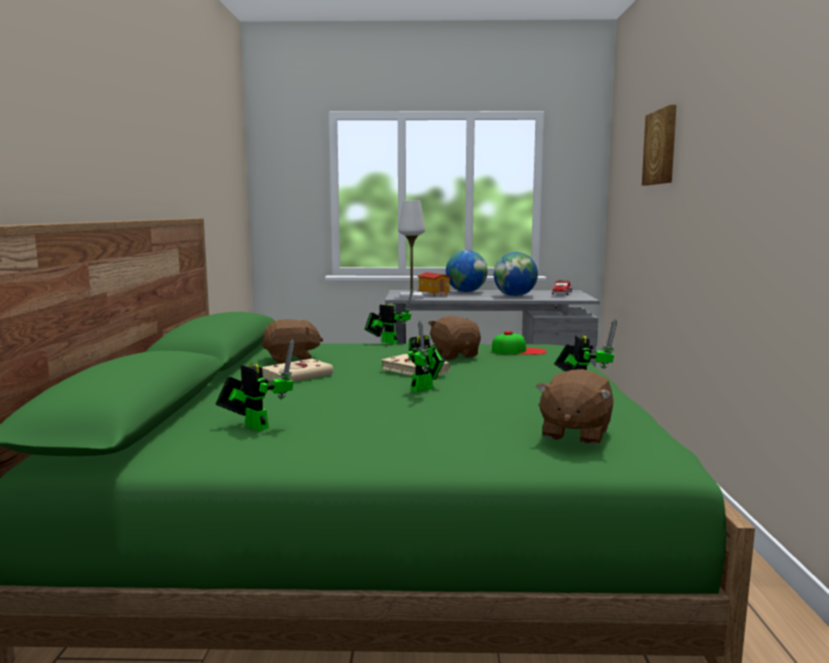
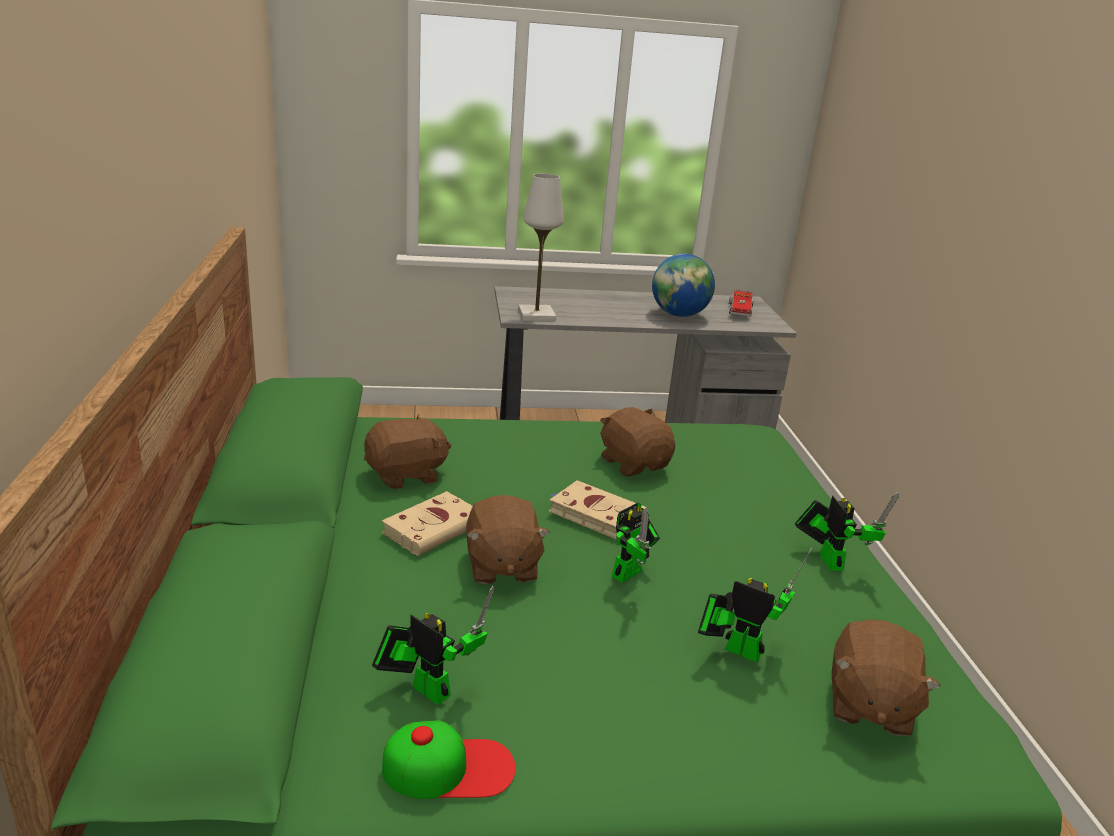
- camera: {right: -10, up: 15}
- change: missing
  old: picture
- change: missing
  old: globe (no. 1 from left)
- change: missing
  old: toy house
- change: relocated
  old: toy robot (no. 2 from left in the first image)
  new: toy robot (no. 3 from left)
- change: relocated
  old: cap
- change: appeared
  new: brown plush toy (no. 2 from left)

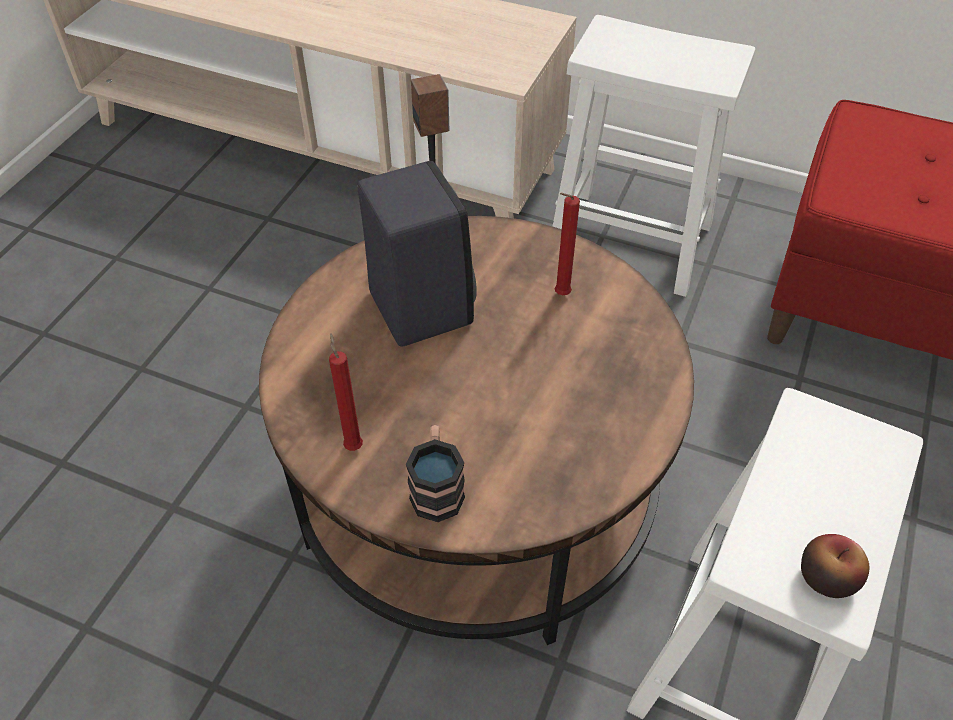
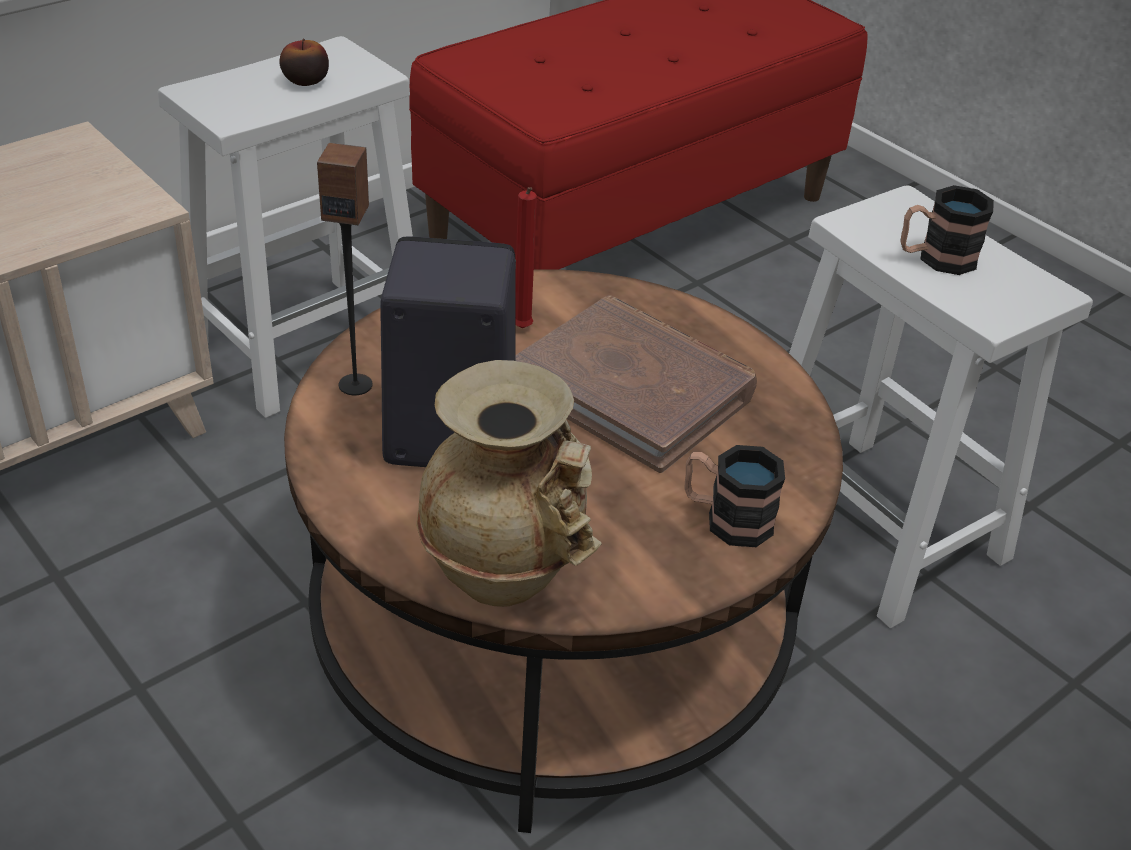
- camera: {right: -65, up: -10}
- change: missing
  old: red candle (no. 1 from left)
- change: relocated
  old: apple
- change: appeared
  new: mug (no. 2 from left)
- change: appeared
  new: brown book
- change: appeared
  new: beige vase

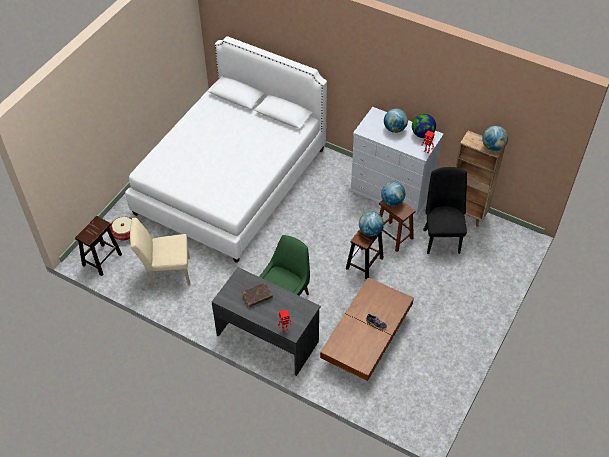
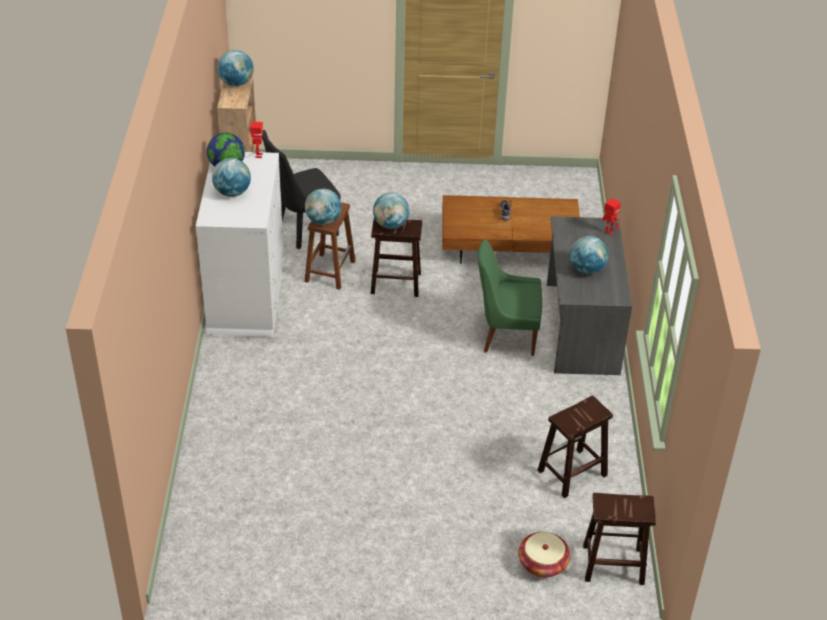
- camera: {right: -120, up: -10}
- change: missing
  old: white bed
- change: exchanged
  old: beige chair
  new: brown stool (no. 3 from left)
- change: exchanged
  old: brown book
  new: globe (no. 6 from left)

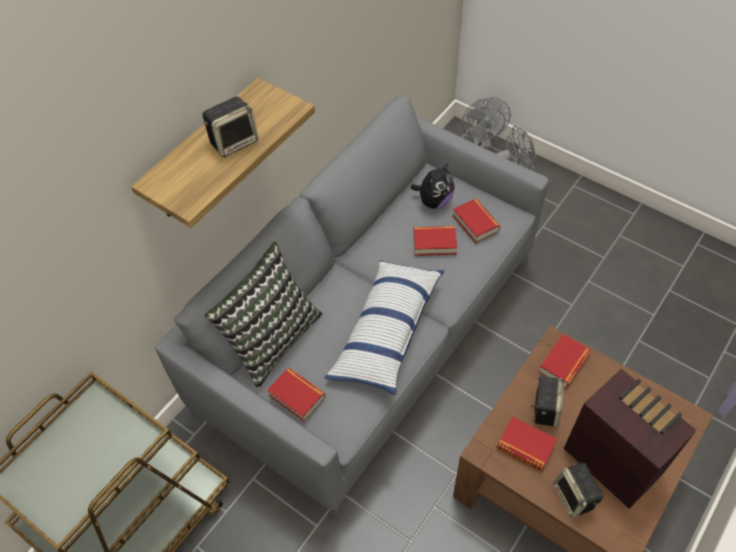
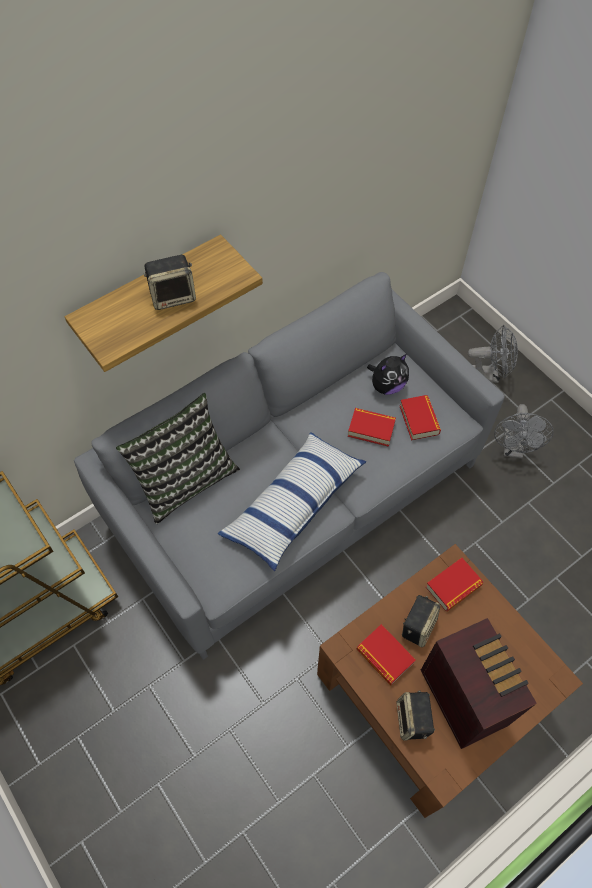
- camera: {right: 15, up: 5}
- change: relocated
  old: grey fan (no. 1 from left in the first image)
  new: grey fan (no. 2 from left)
- change: missing
  old: book (no. 1 from left)

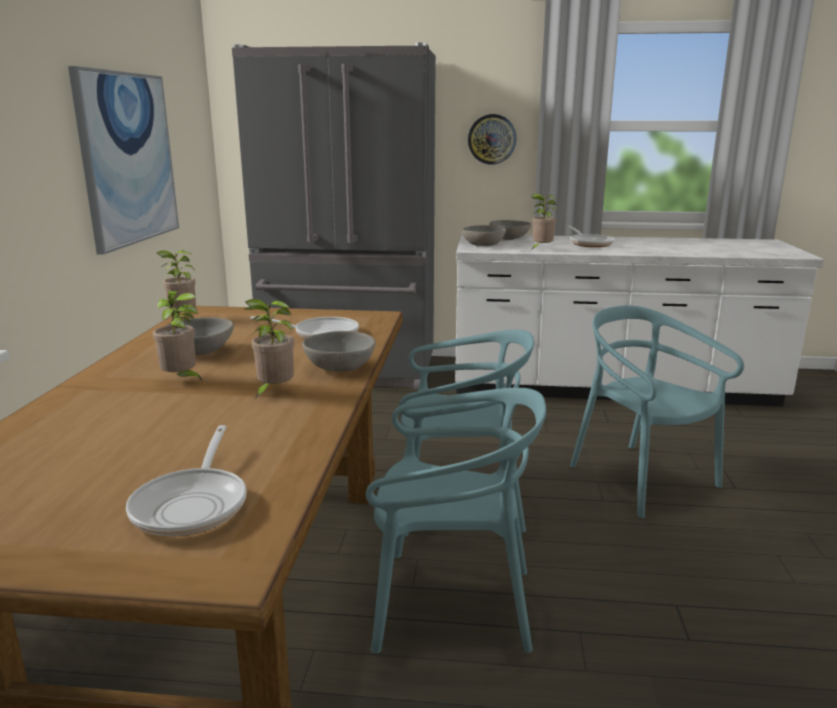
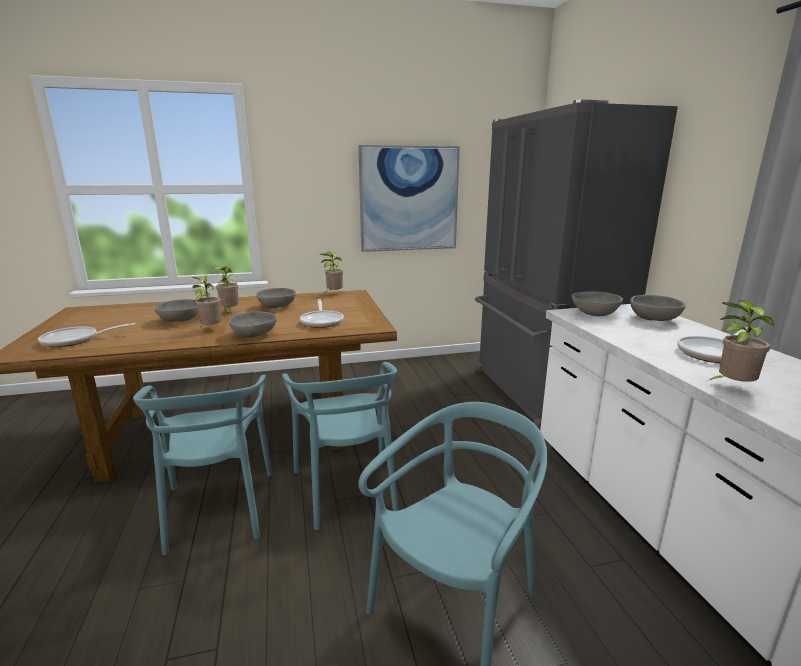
- camera: {right: 70, up: 0}
- change: missing
  old: wall clock
- change: relocated
  old: potted plant (no. 4 from left)
- change: appeared
  new: grey bowl (no. 1 from left)

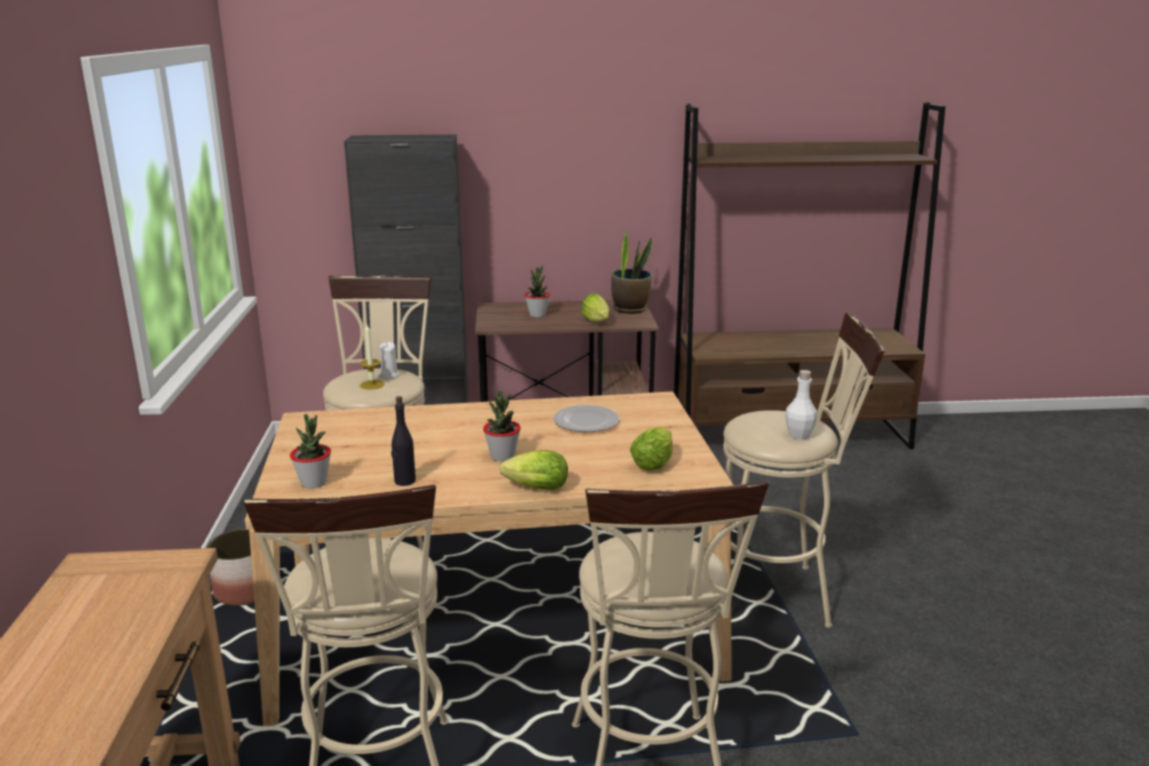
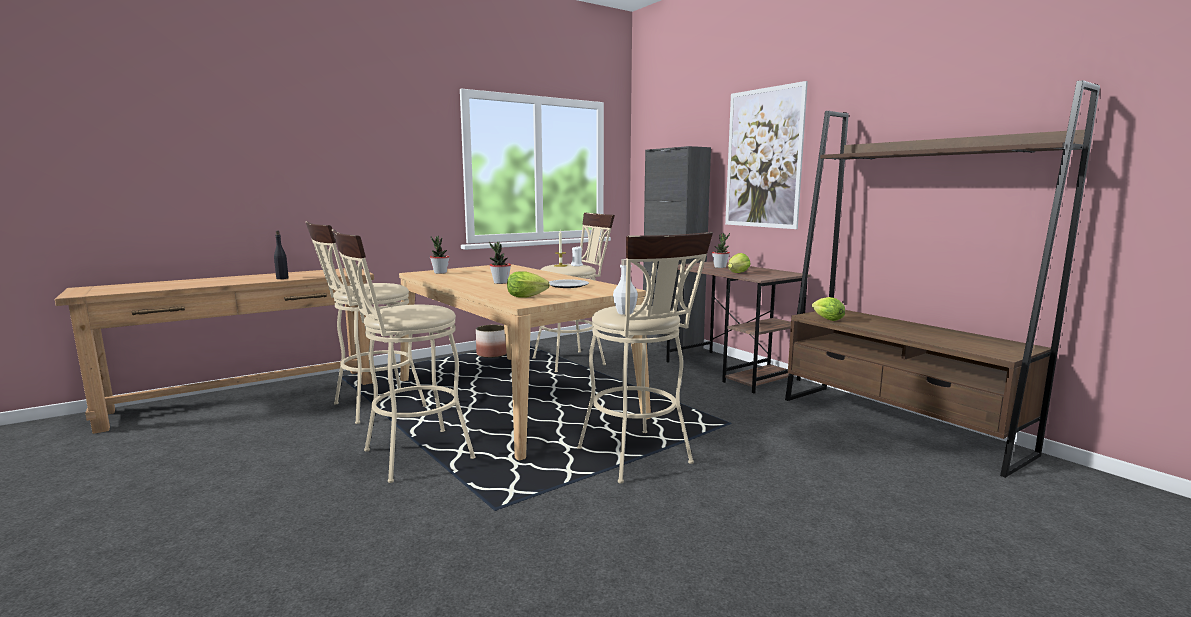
- camera: {right: 60, up: -10}
- change: missing
  old: potted plant (no. 4 from left)
- change: relocated
  old: black bottle
- change: relocated
  old: lettuce (no. 1 from left in the first image)
  new: lettuce (no. 3 from left)
- change: appeared
  new: picture

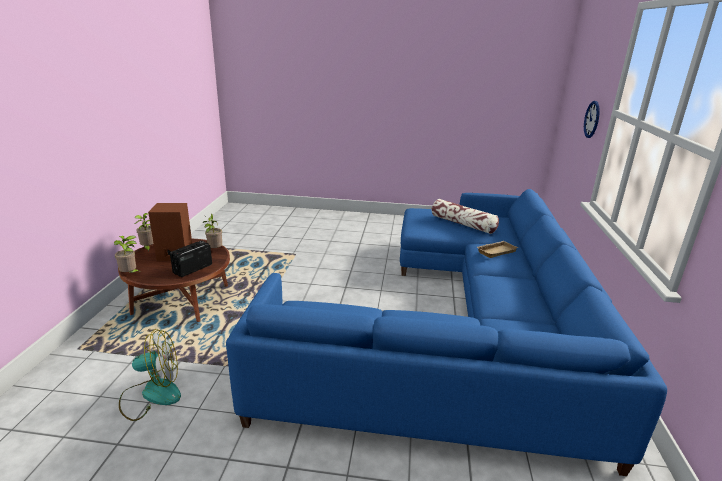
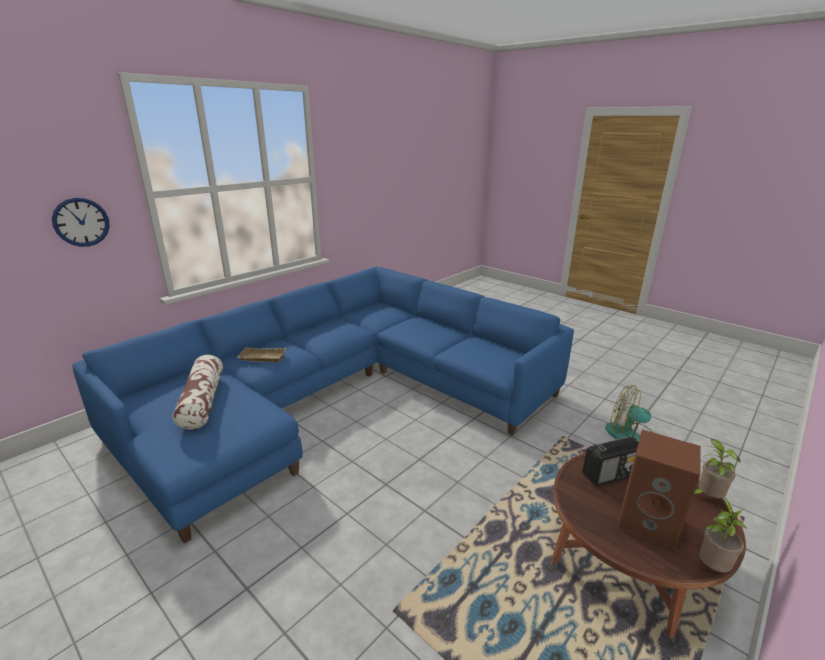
- camera: {right: -145, up: 0}
- change: missing
  old: potted plant (no. 3 from left)

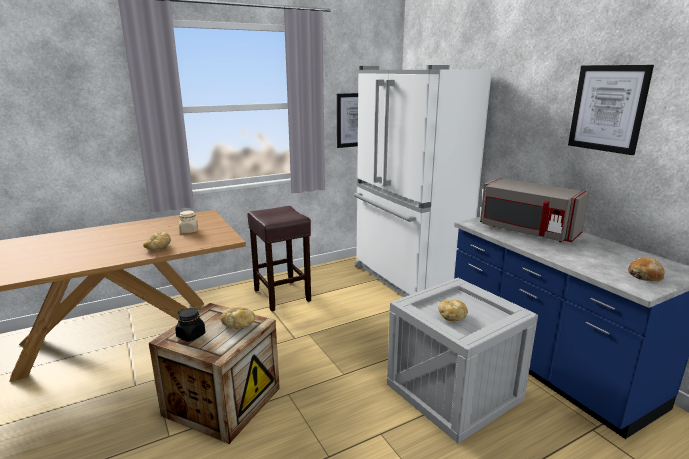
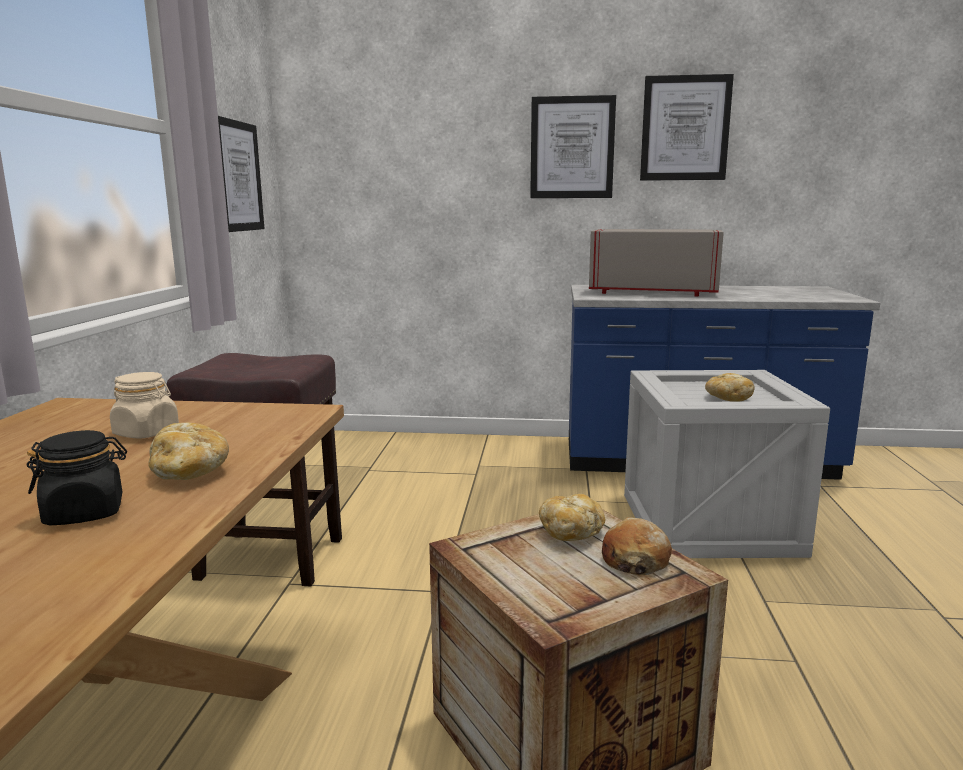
- camera: {right: -55, up: -5}
- change: missing
  old: white fridge
- change: spun
  old: grey microwave
  degrees: -150
- change: relocated
  old: bread (no. 4 from left in the first image)
  new: bread (no. 3 from left)
- change: relocated
  old: black jar
- change: appeared
  new: picture (no. 2 from left)

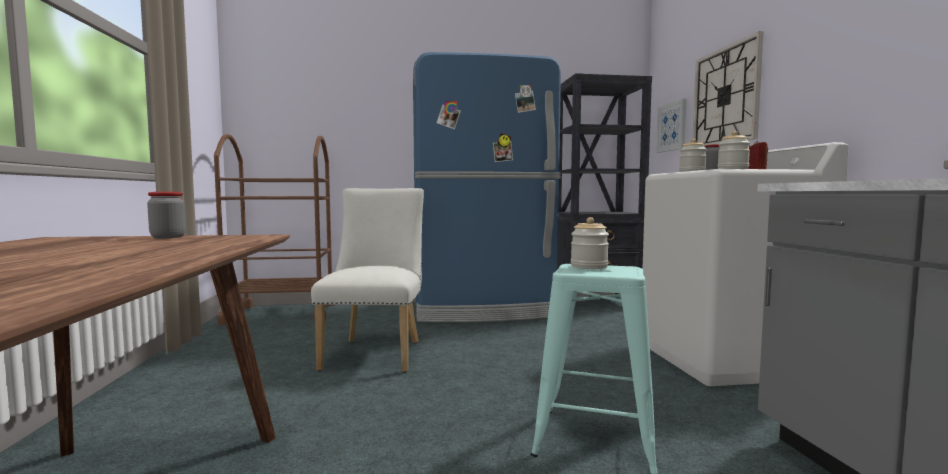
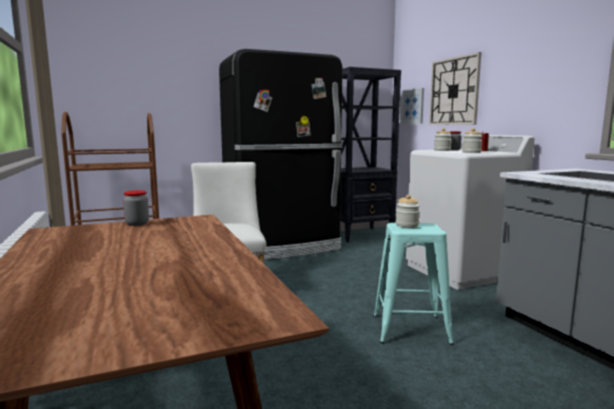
- camera: {right: -15, up: 5}
- change: colour
  old: blue fridge
  new: black fridge

